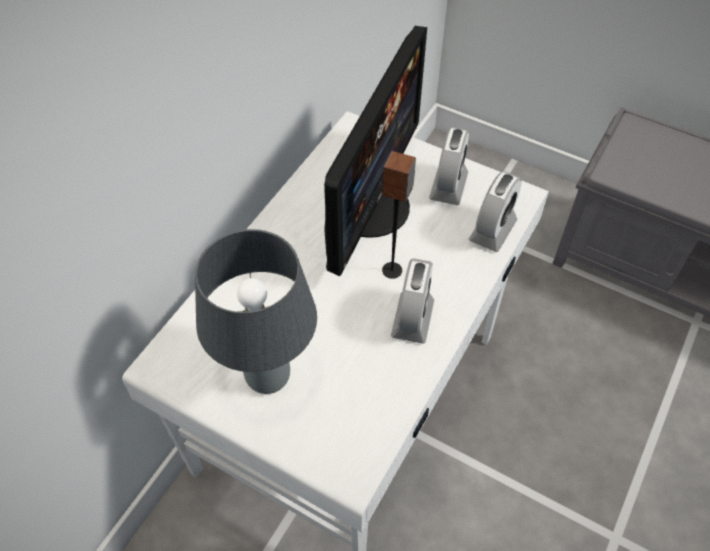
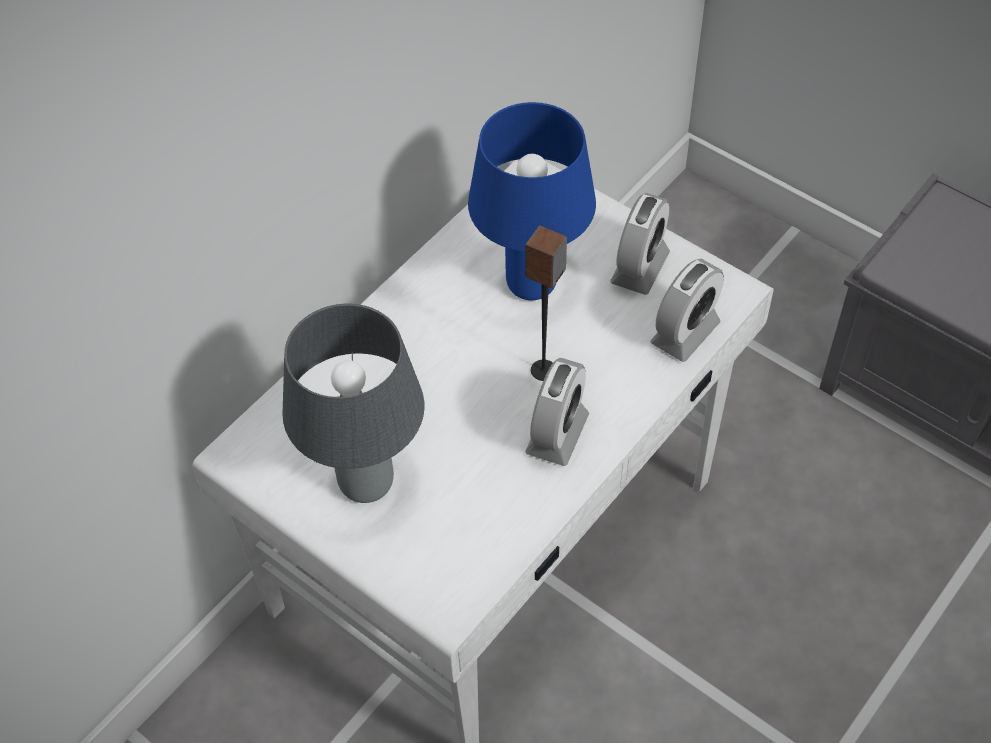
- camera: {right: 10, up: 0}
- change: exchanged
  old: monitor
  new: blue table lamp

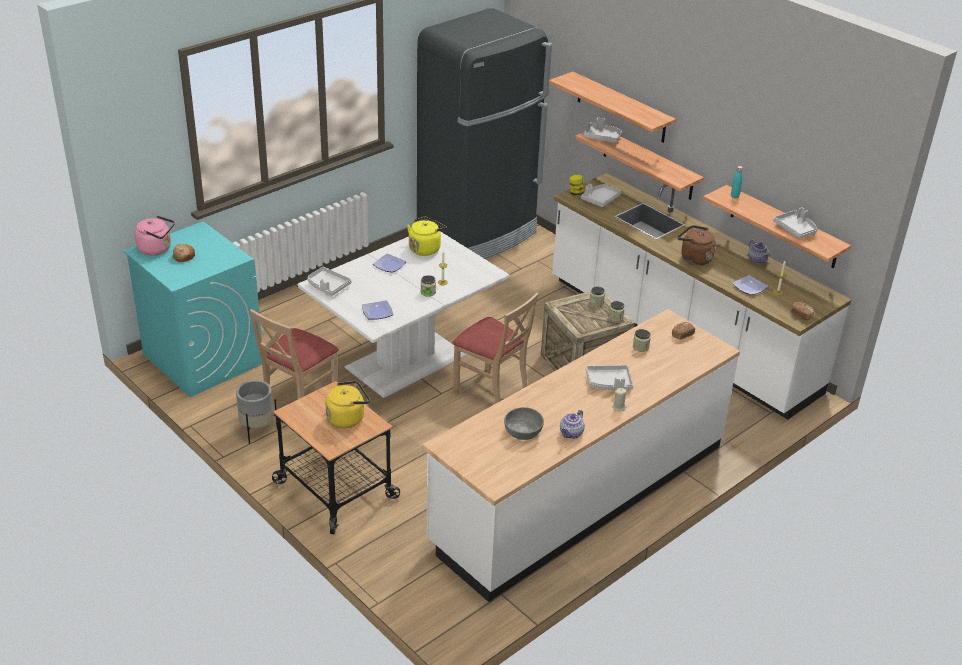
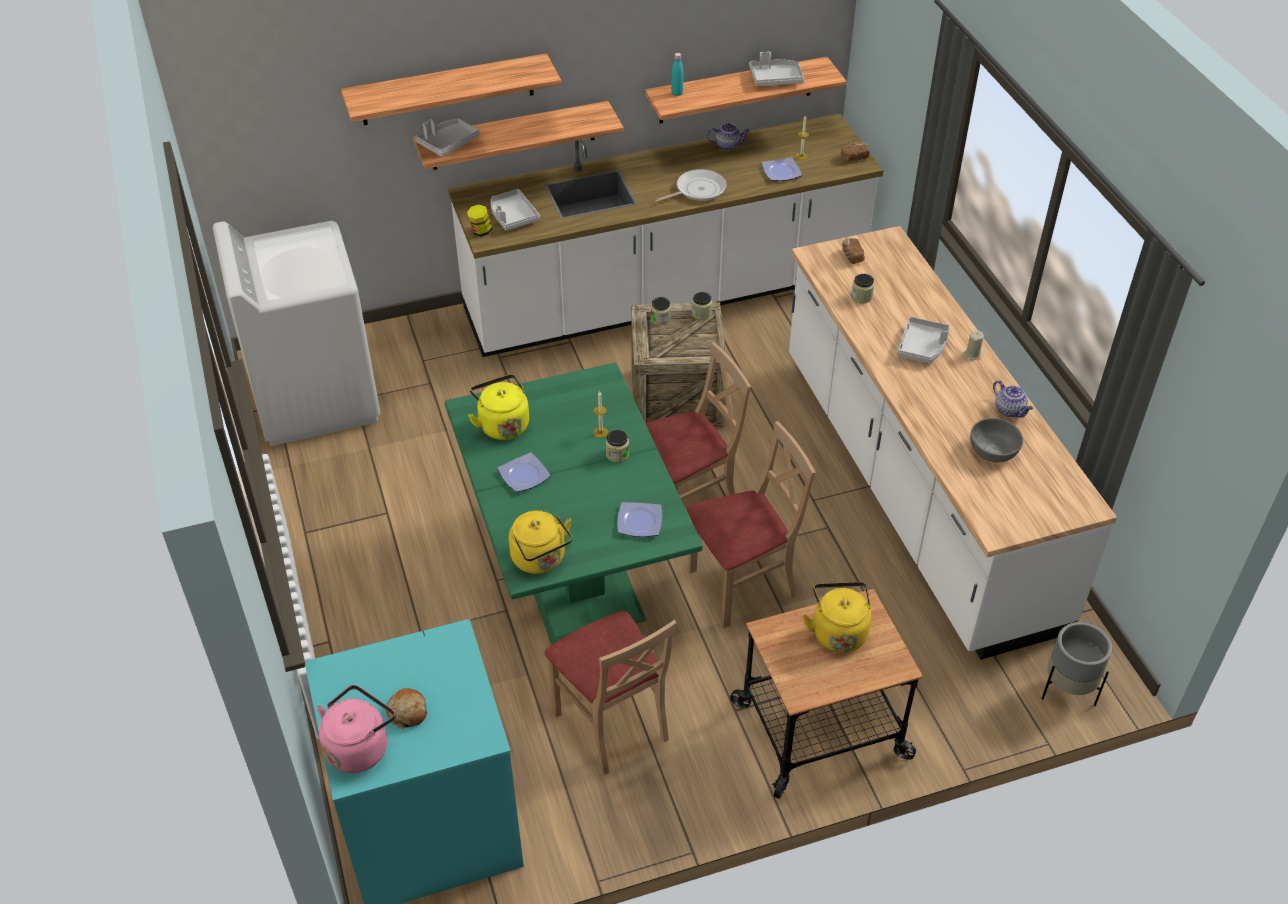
- camera: {right: -65, up: 10}
- change: exchanged
  old: black fridge
  new: white washing machine
- change: exchanged
  old: brown kettle
  new: frying pan
- change: colour
  old: white dining table
  new: green dining table
- change: exchanged
  old: grey tray (no. 1 from left)
  new: yellow kettle (no. 2 from left)
- change: relocated
  old: grey planter
- change: appeared
  new: beige chair (no. 3 from left)

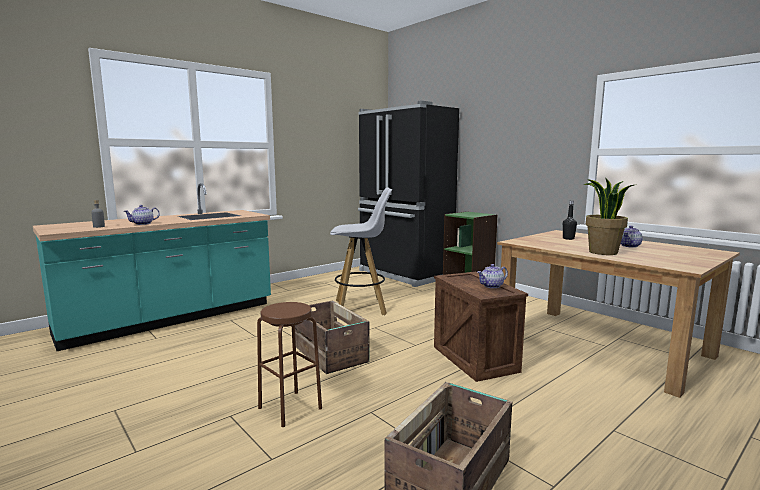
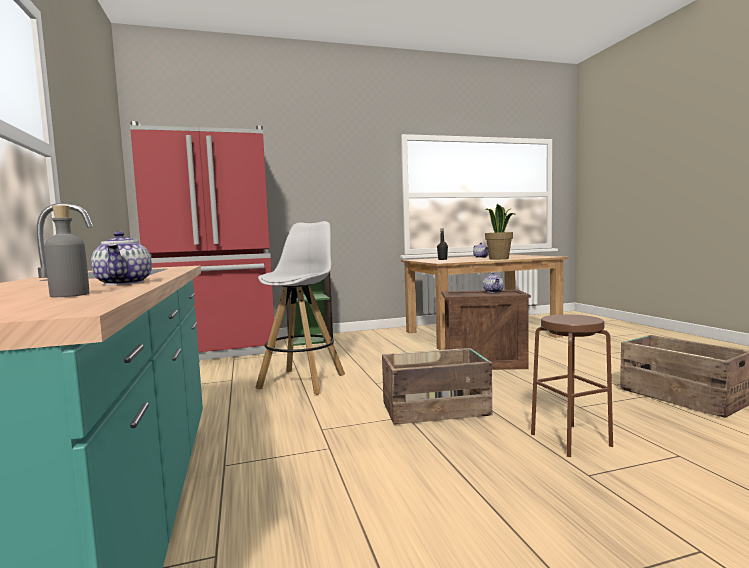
- camera: {right: -65, up: -5}
- change: colour
  old: black fridge
  new: red fridge

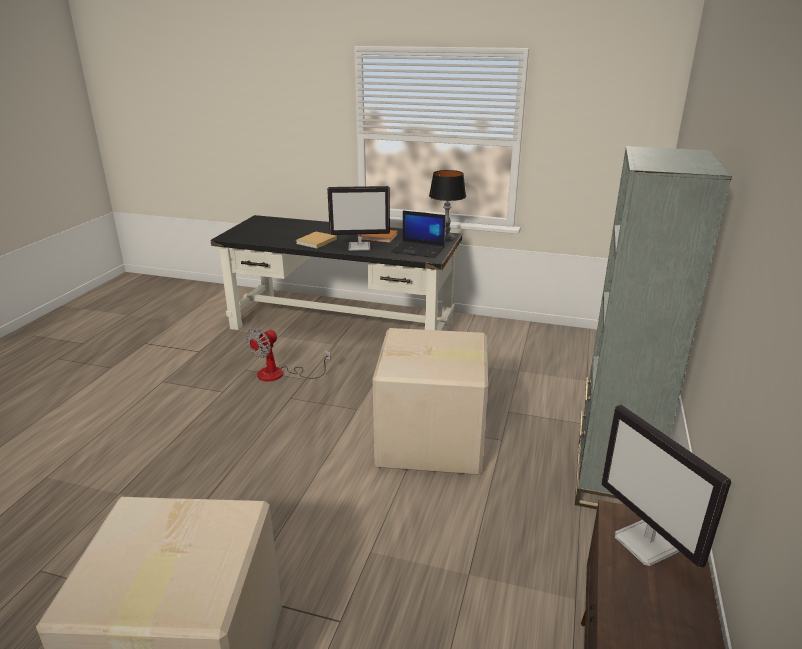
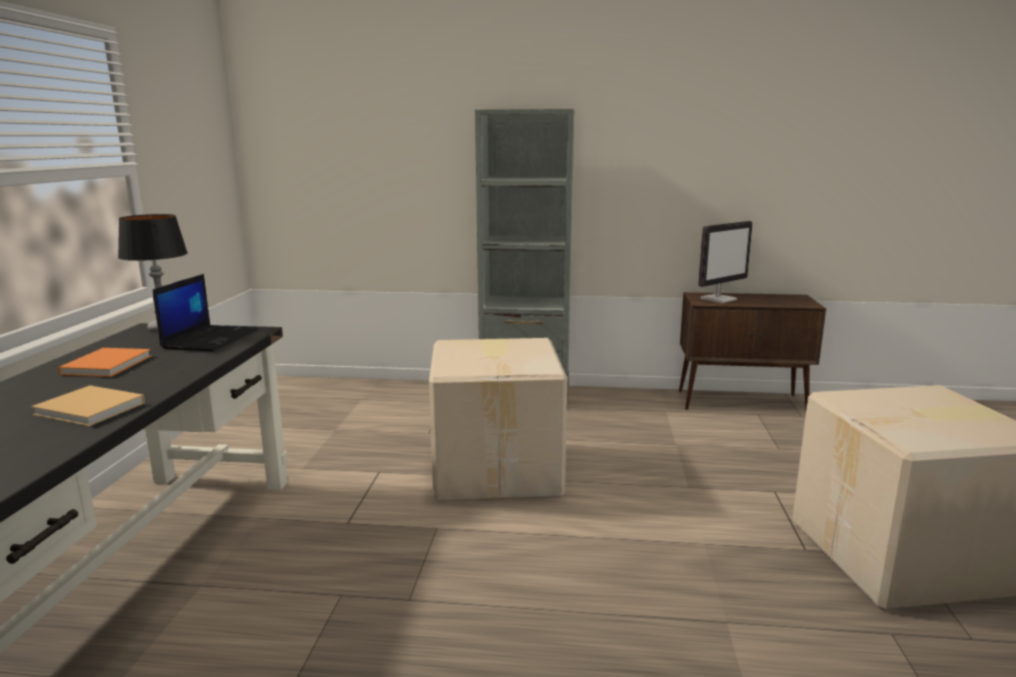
- camera: {right: -100, up: -10}
- change: missing
  old: monitor (no. 1 from left)
- change: missing
  old: fan

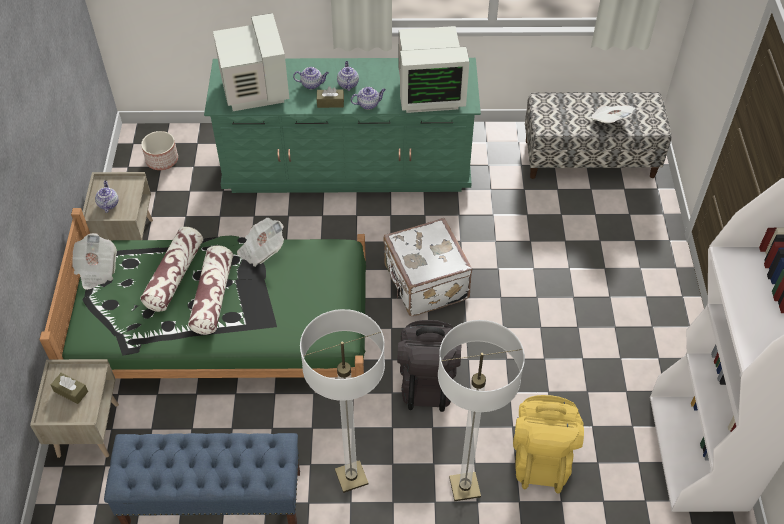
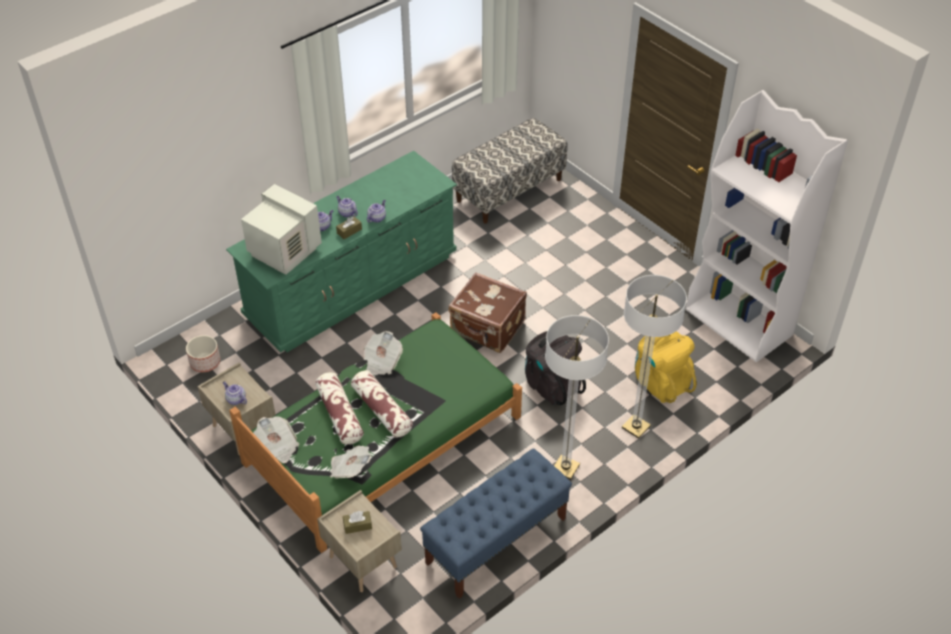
- camera: {right: -40, up: -5}
- change: missing
  old: monitor (no. 2 from left)
- change: relocated
  old: newspaper (no. 3 from left in the first image)
  new: newspaper (no. 2 from left)
- change: colour
  old: white suitcase
  new: brown suitcase

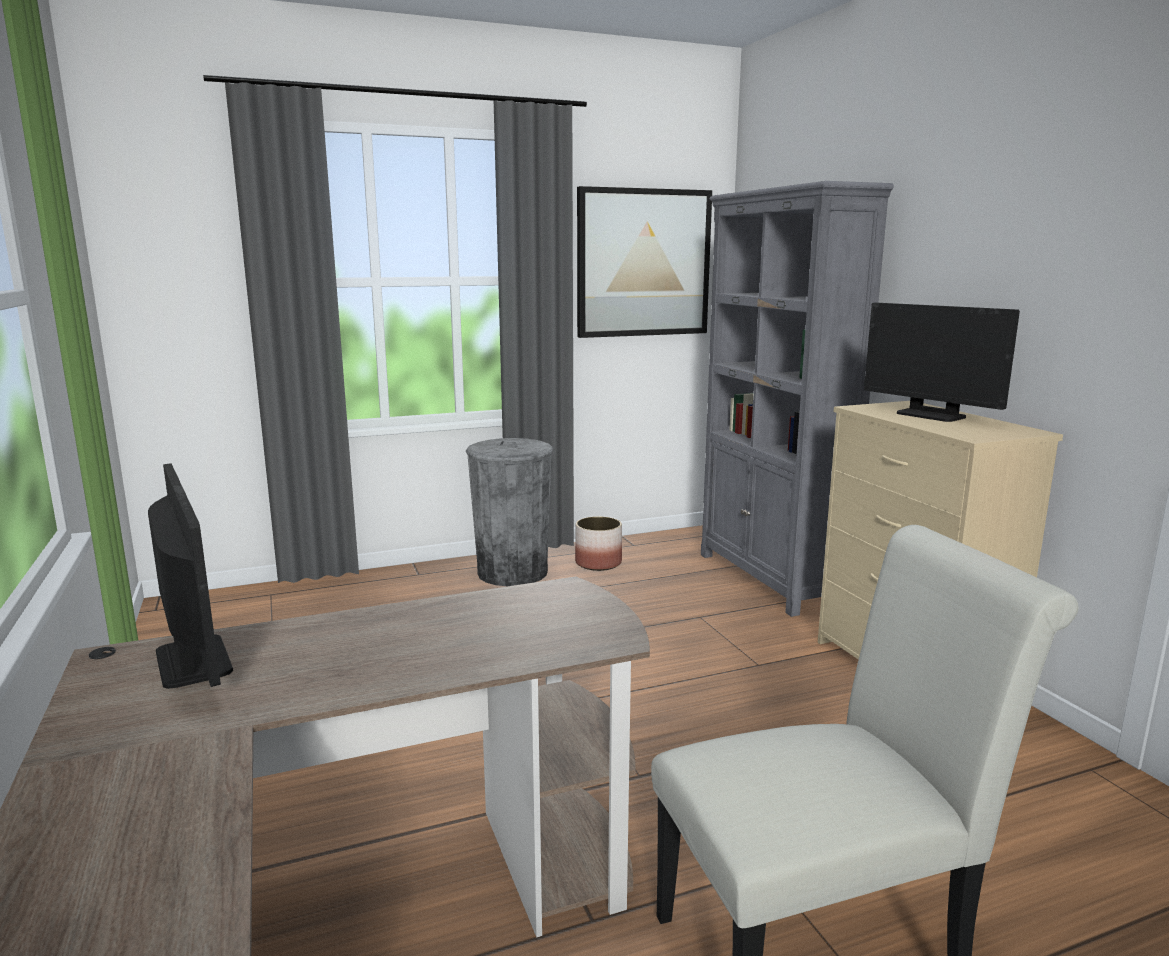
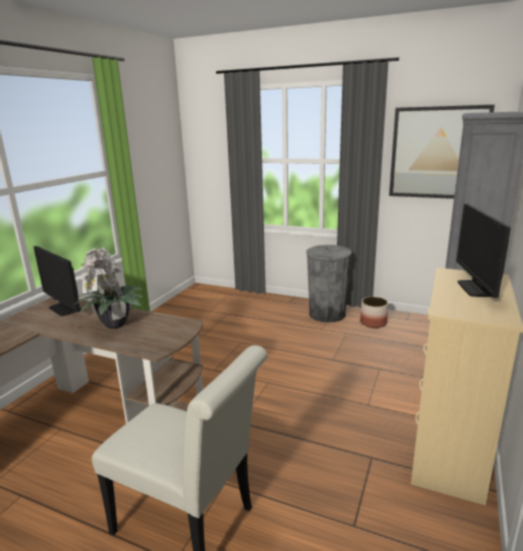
- camera: {right: 45, up: 5}
- change: spun
  old: monitor (no. 1 from left)
  degrees: 120
- change: appeared
  new: potted plant

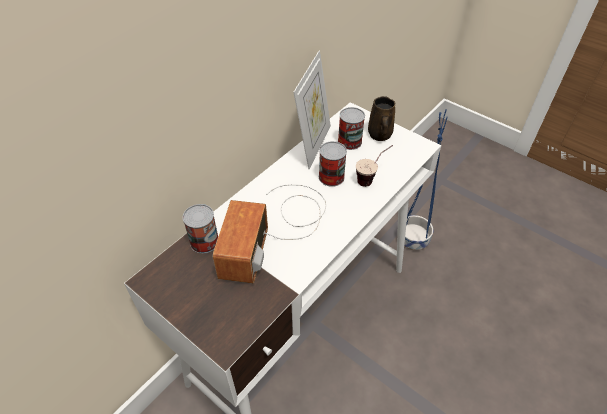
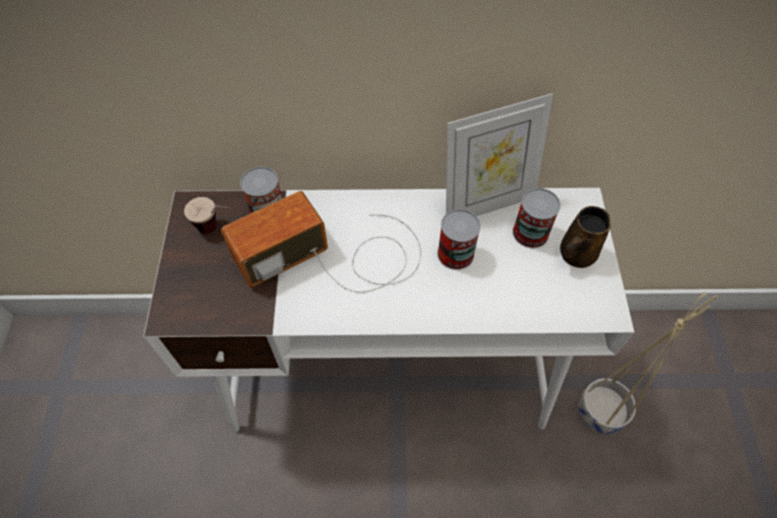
- camera: {right: 50, up: 10}
- change: colour
  old: blue planter
  new: beige planter
- change: relocated
  old: cup

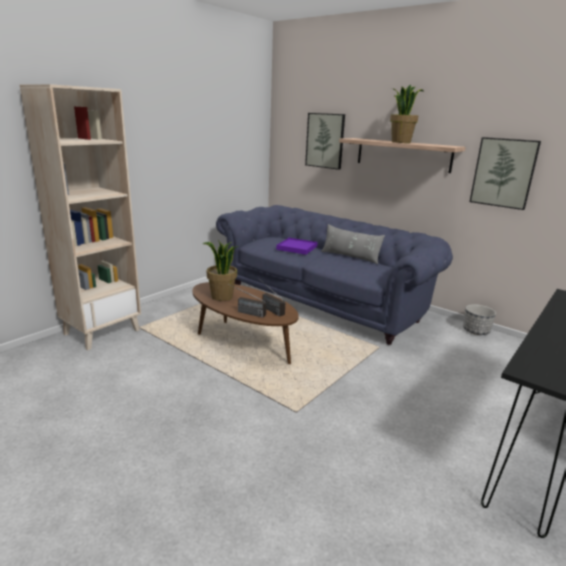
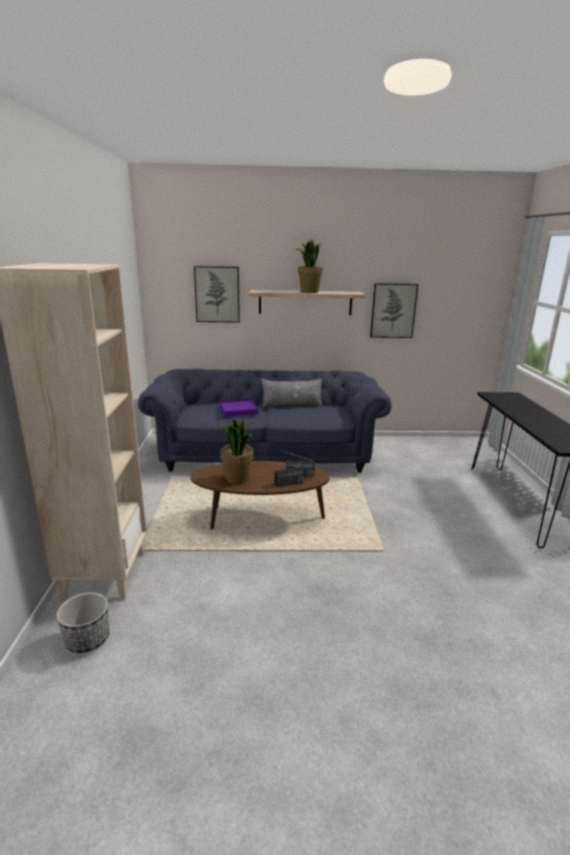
- camera: {right: -40, up: 0}
- change: relocated
  old: planter

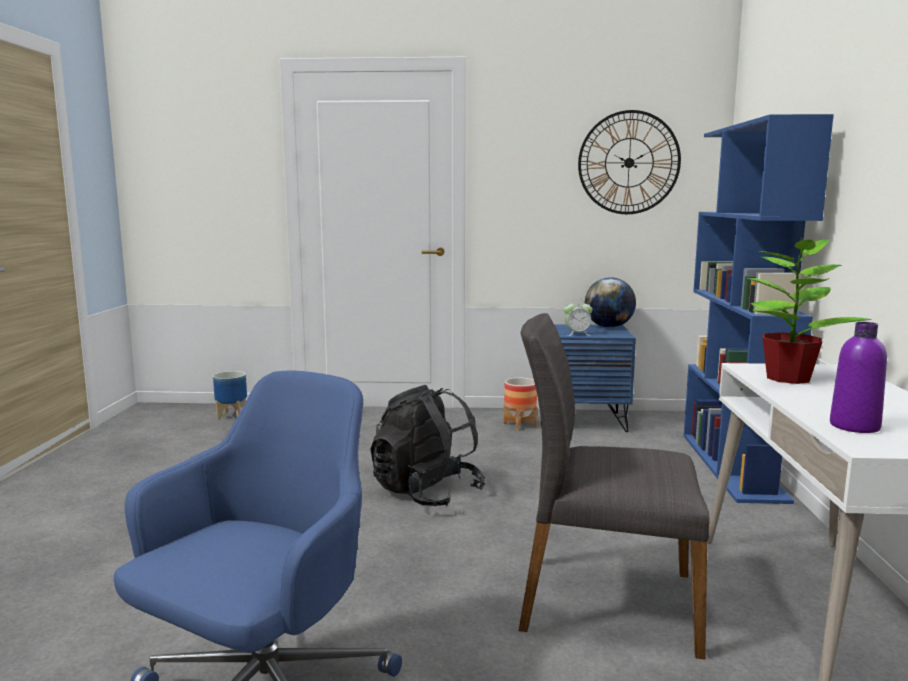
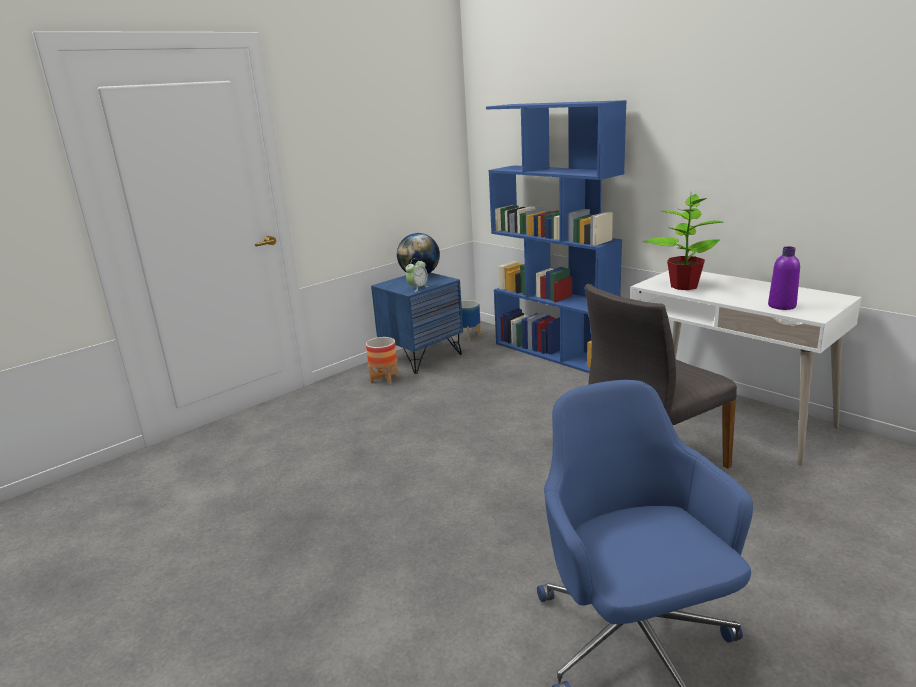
- camera: {right: -45, up: 10}
- change: missing
  old: wall clock
- change: relocated
  old: planter (no. 1 from left in the first image)
  new: planter (no. 2 from left)
- change: missing
  old: black backpack

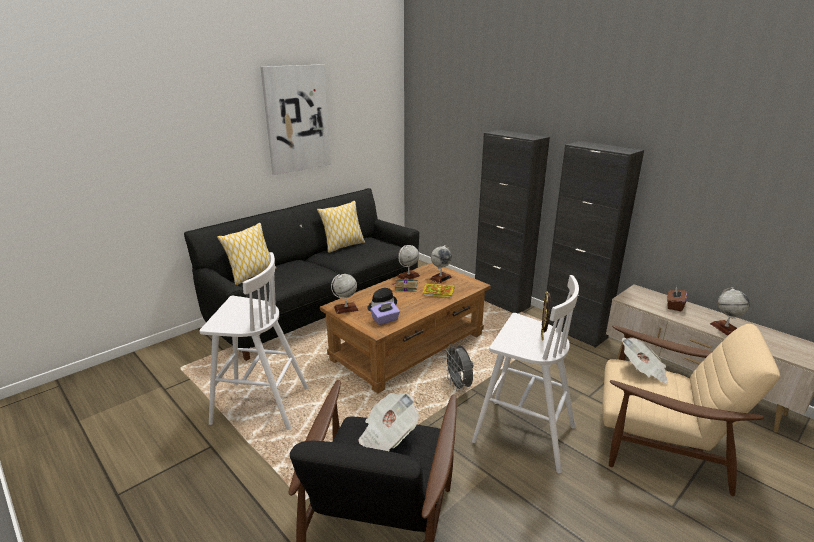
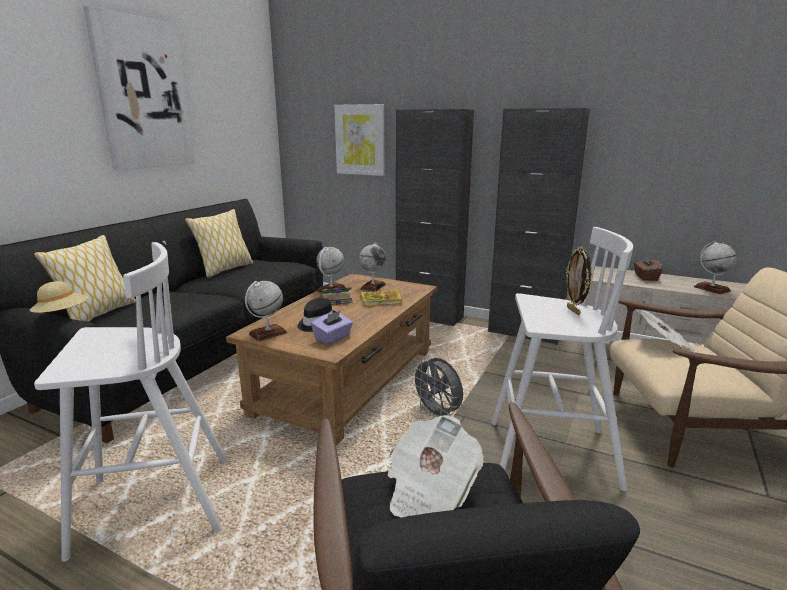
- camera: {right: -20, up: -5}
- change: appeared
  new: picture (no. 2 from left)
- change: appeared
  new: beige hat

